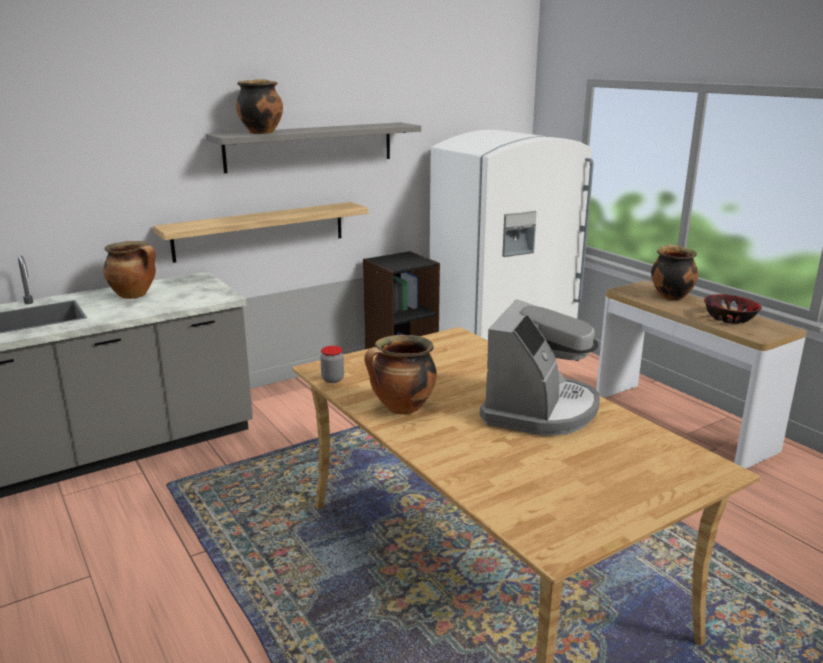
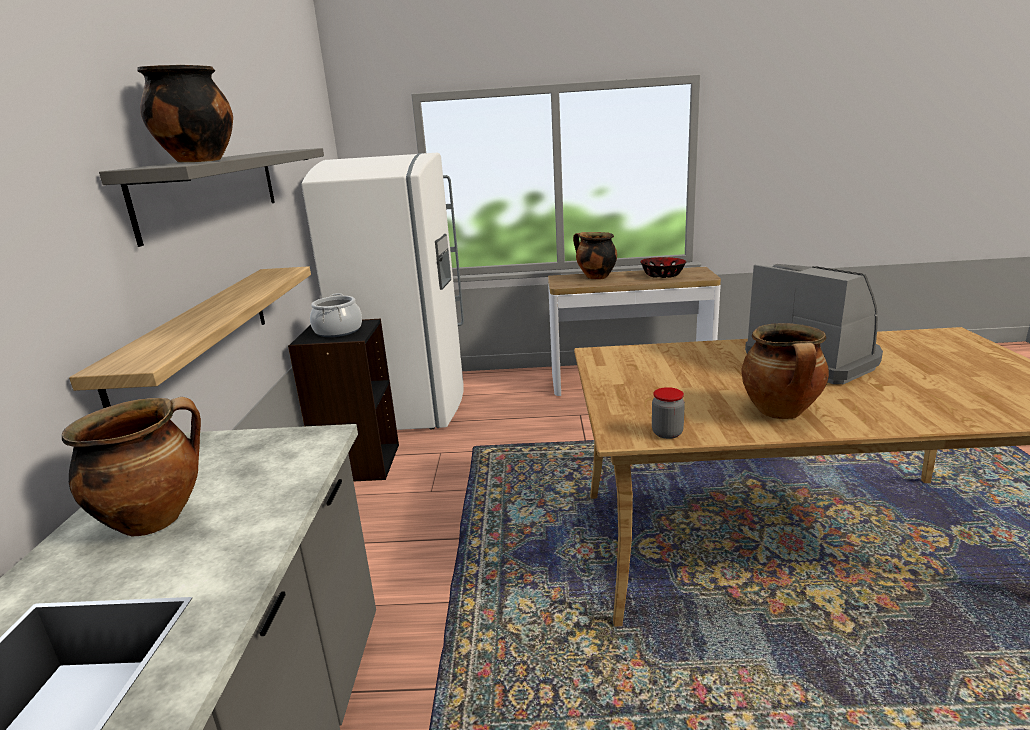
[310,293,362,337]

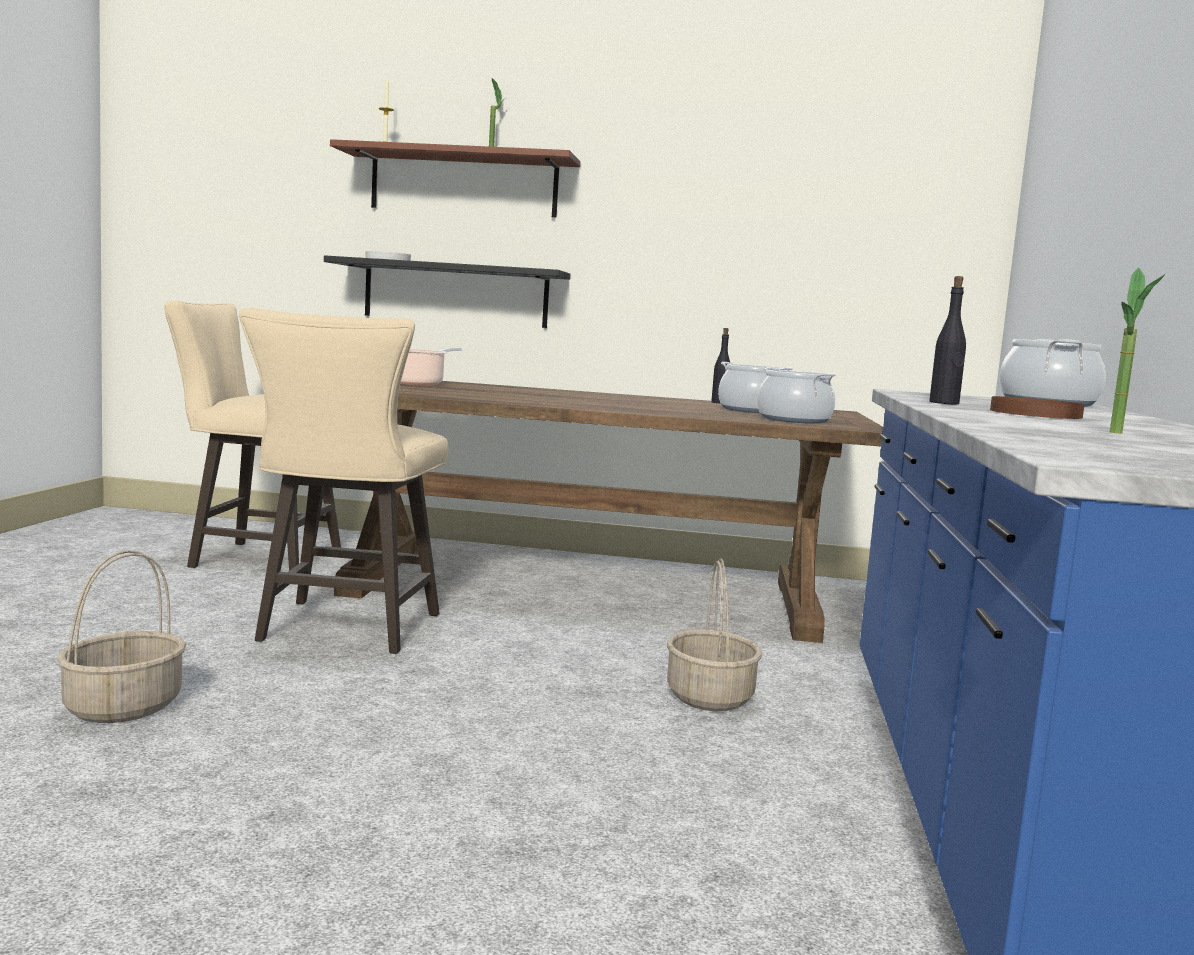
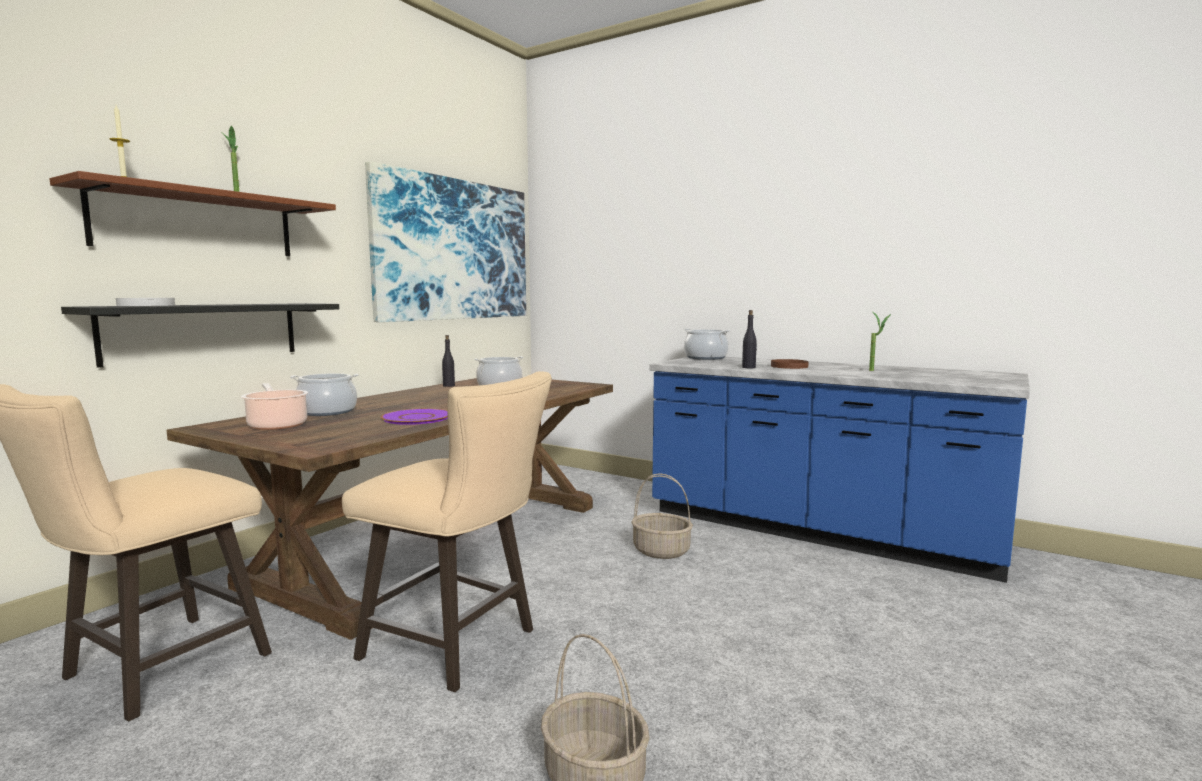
[290,373,359,416]
[365,161,526,322]
[380,409,448,425]

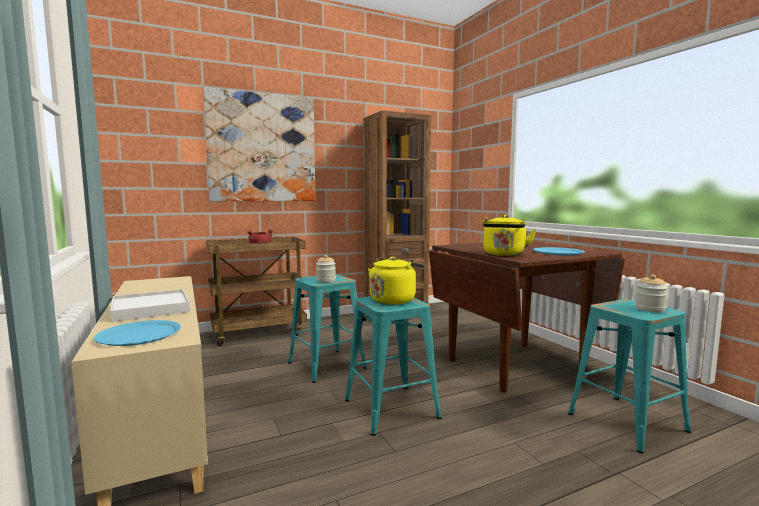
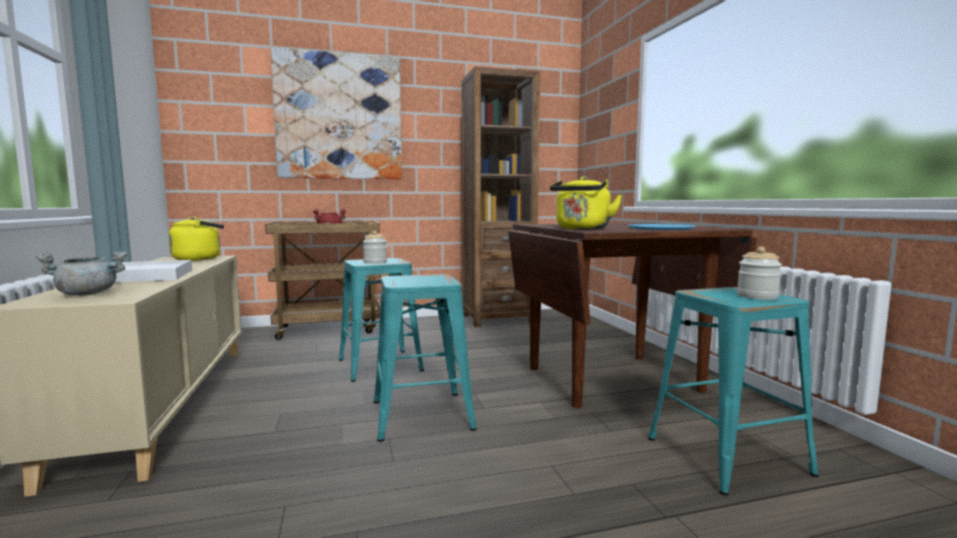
[169,217,224,261]
[35,251,128,296]

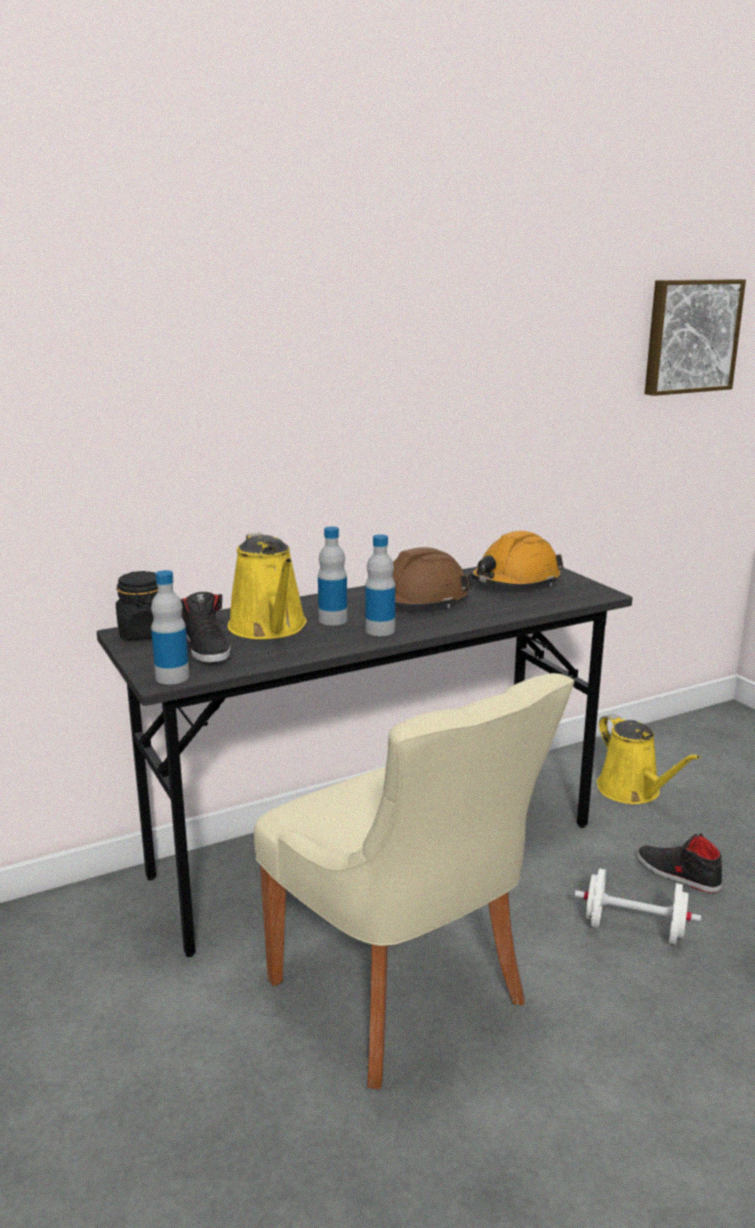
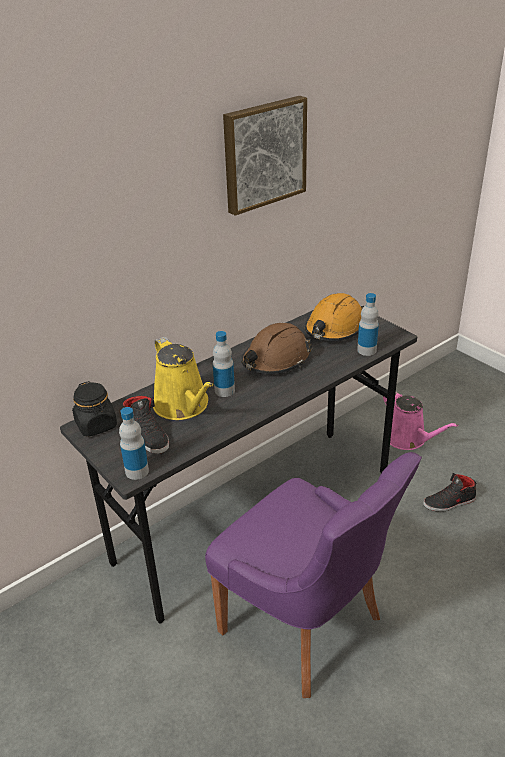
[223,96,307,216]
[357,293,379,356]
[205,452,422,698]
[383,391,459,450]
[423,473,476,512]
[575,868,701,945] (first image)

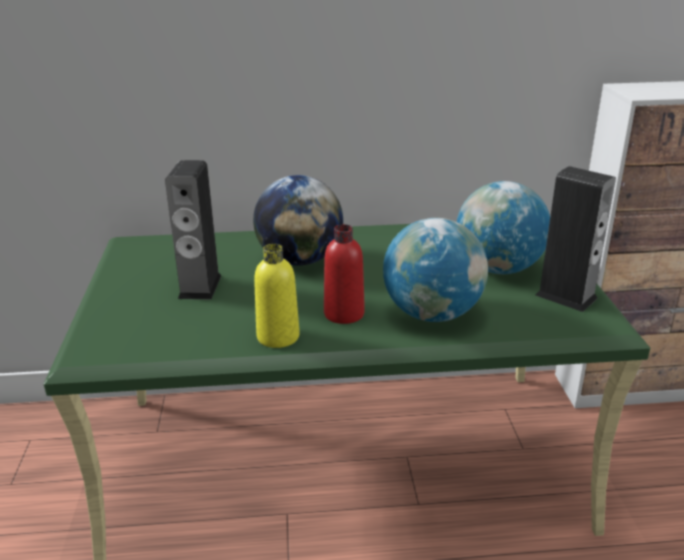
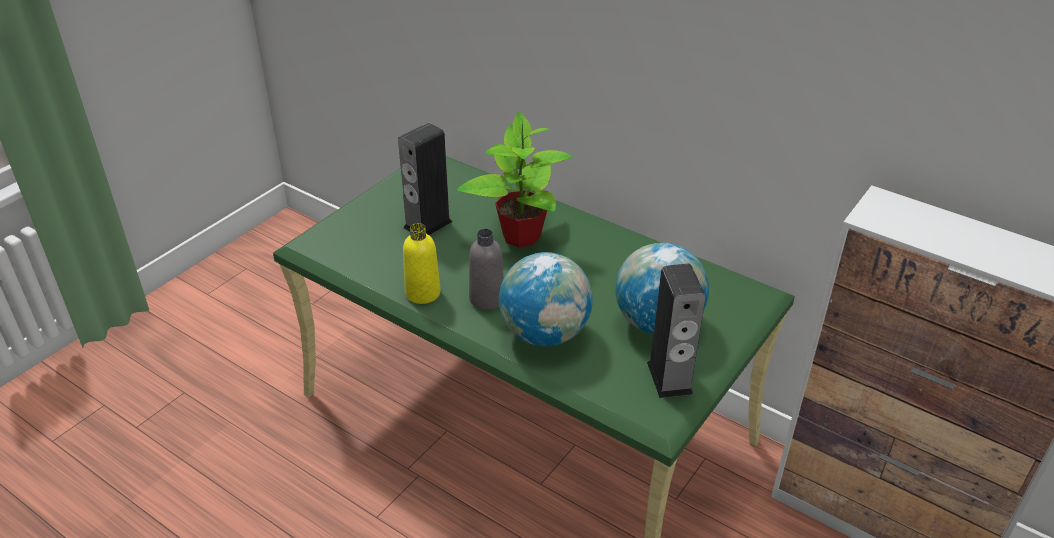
[456,112,574,247]
[469,229,504,310]

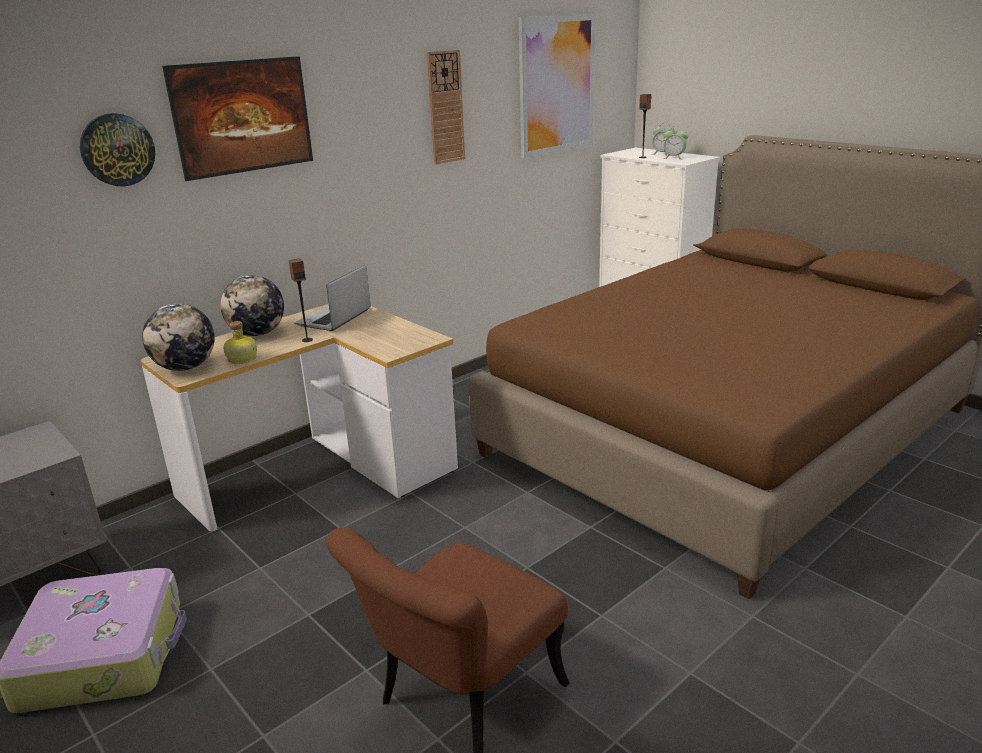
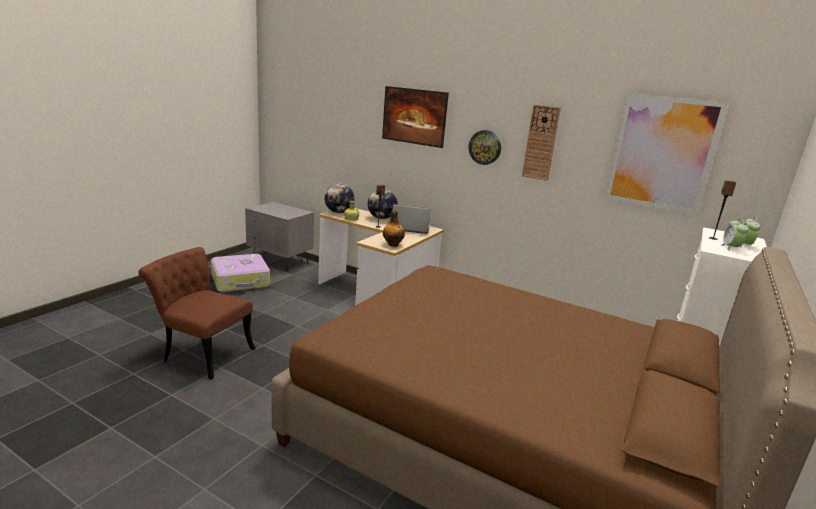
[469,130,501,165]
[383,210,405,247]

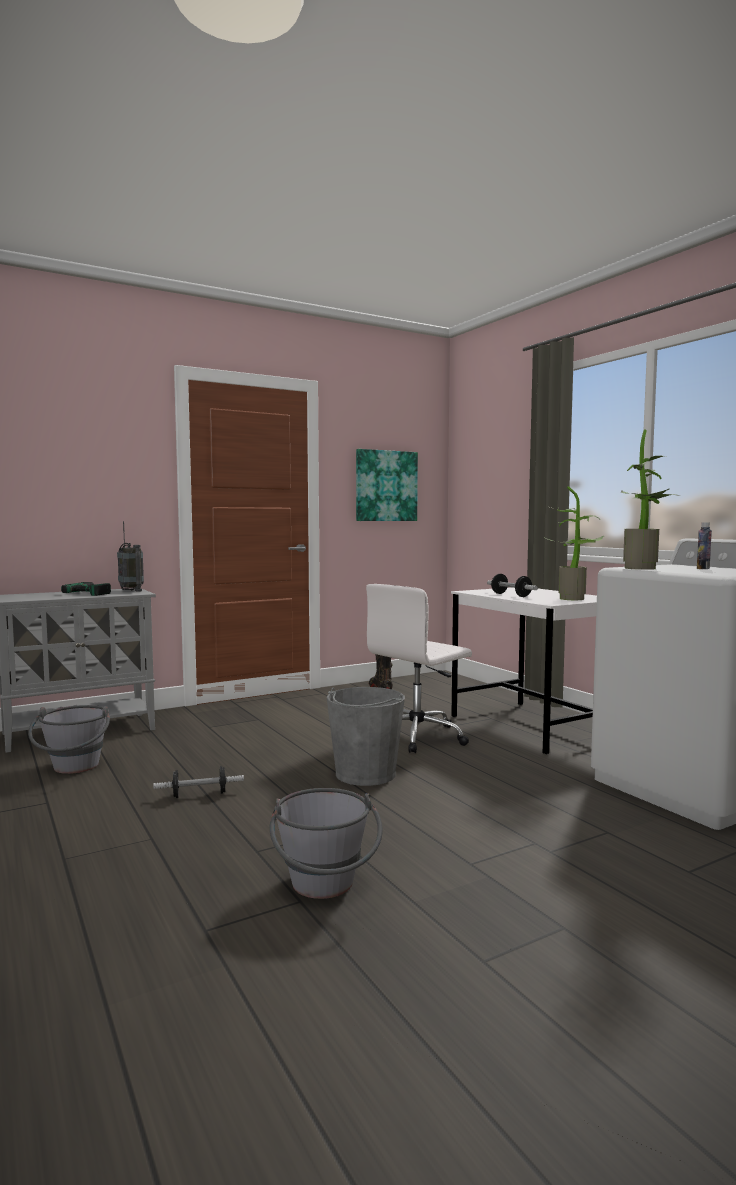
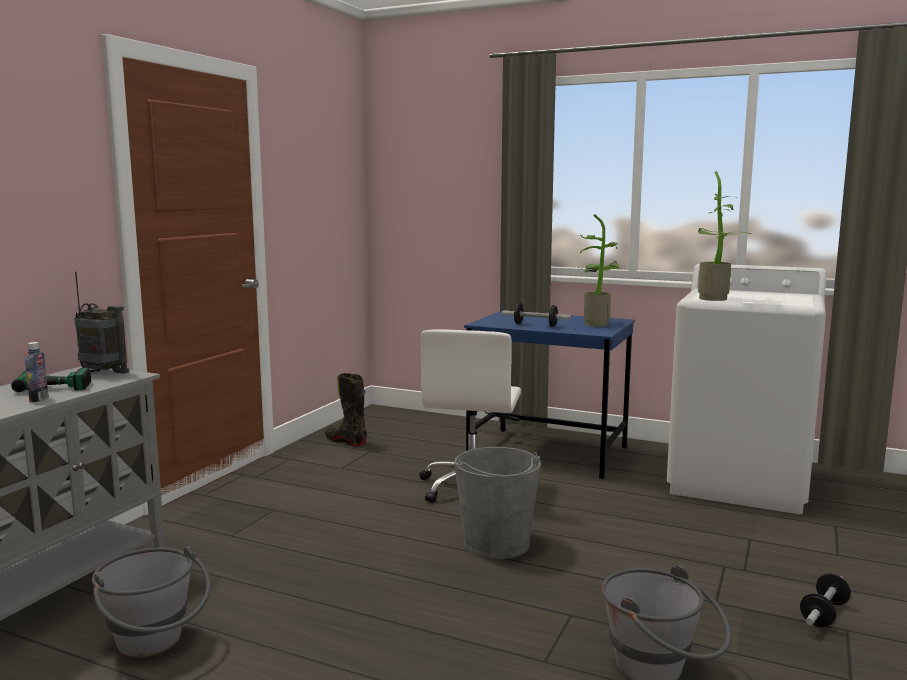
[356,449,418,521] (first image)
[25,342,49,402]
[464,311,635,479]
[800,573,851,627]

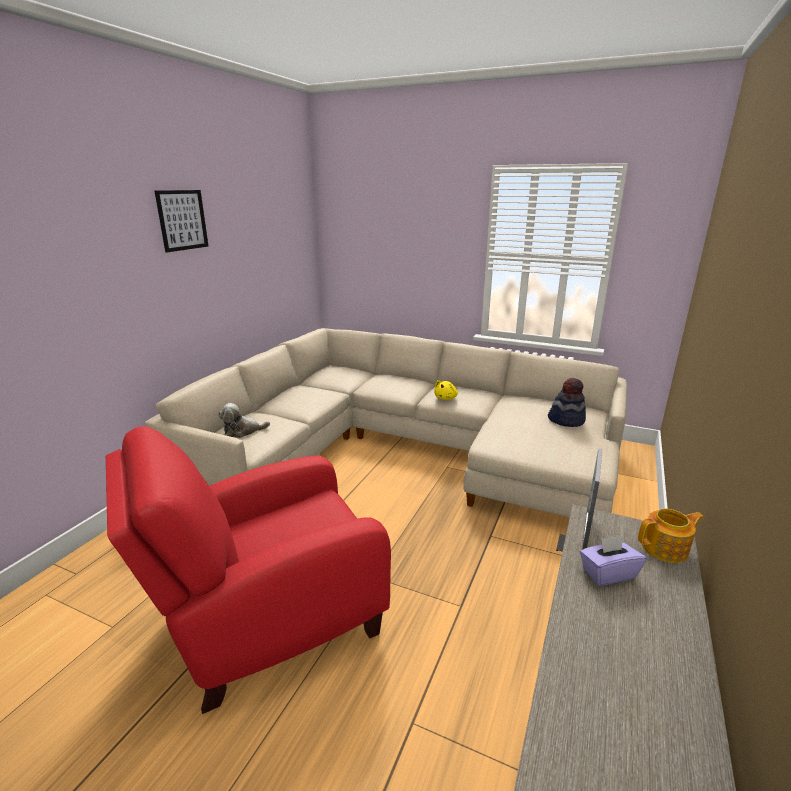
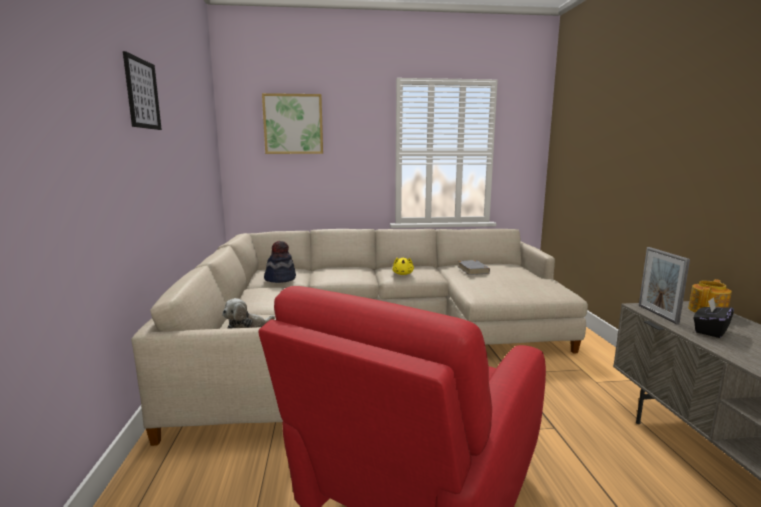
[264,241,296,283]
[694,297,734,338]
[262,93,323,154]
[457,260,490,275]

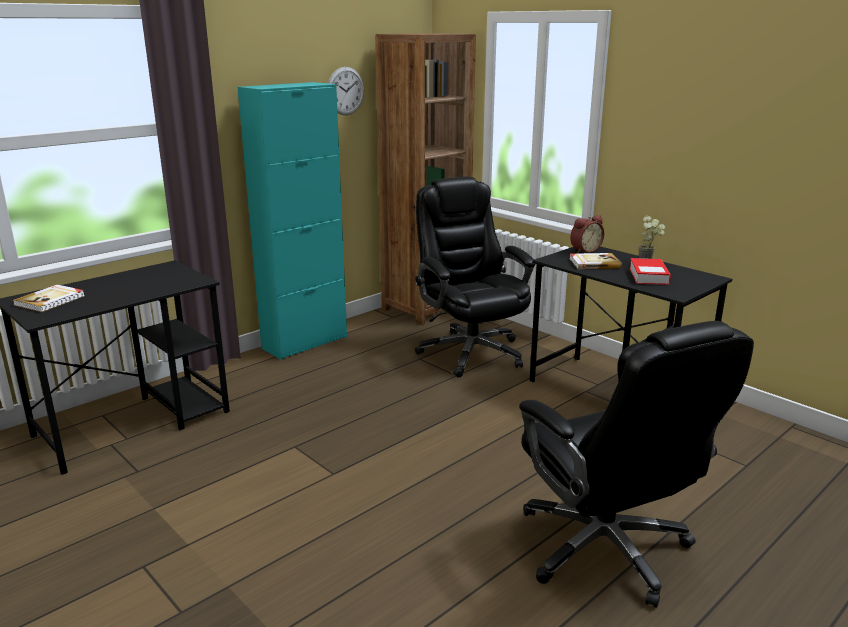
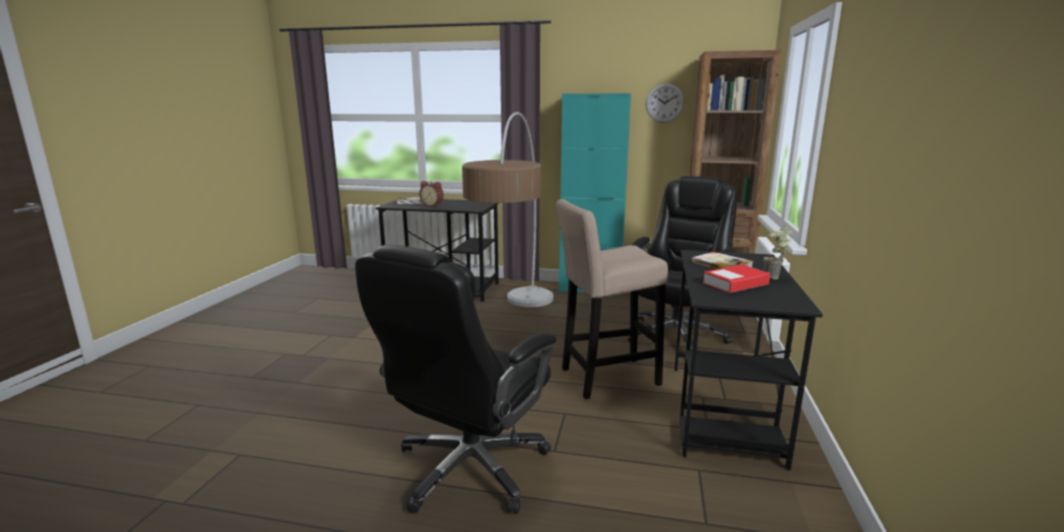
[419,181,444,207]
[462,112,554,307]
[556,199,668,399]

